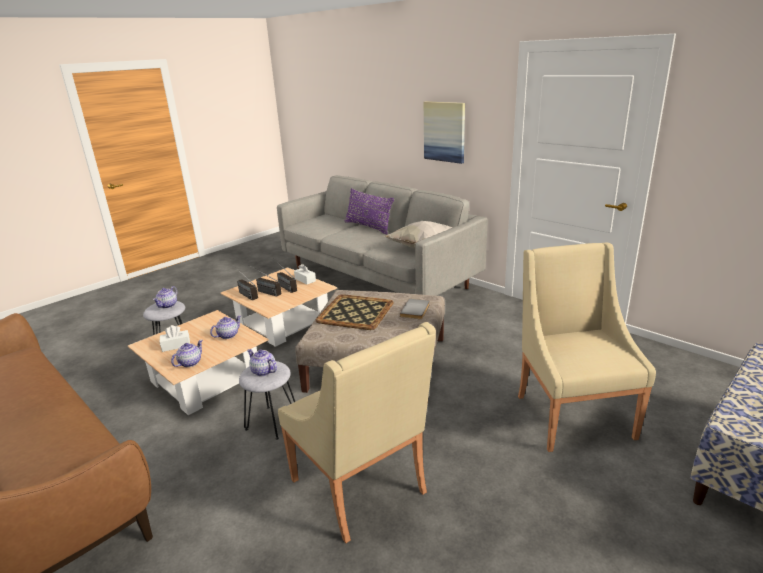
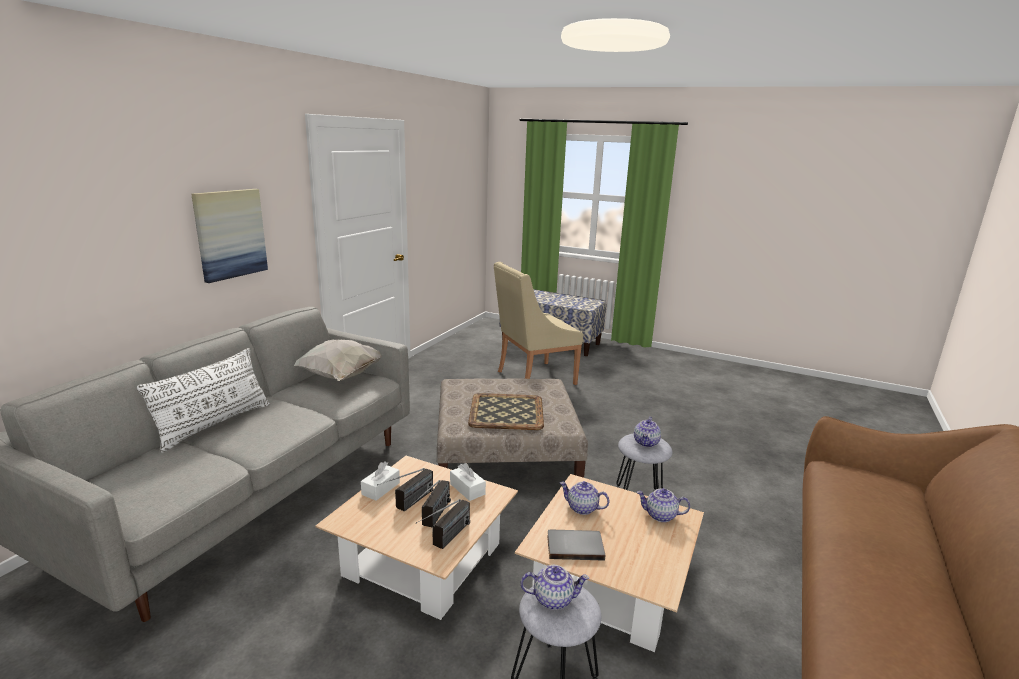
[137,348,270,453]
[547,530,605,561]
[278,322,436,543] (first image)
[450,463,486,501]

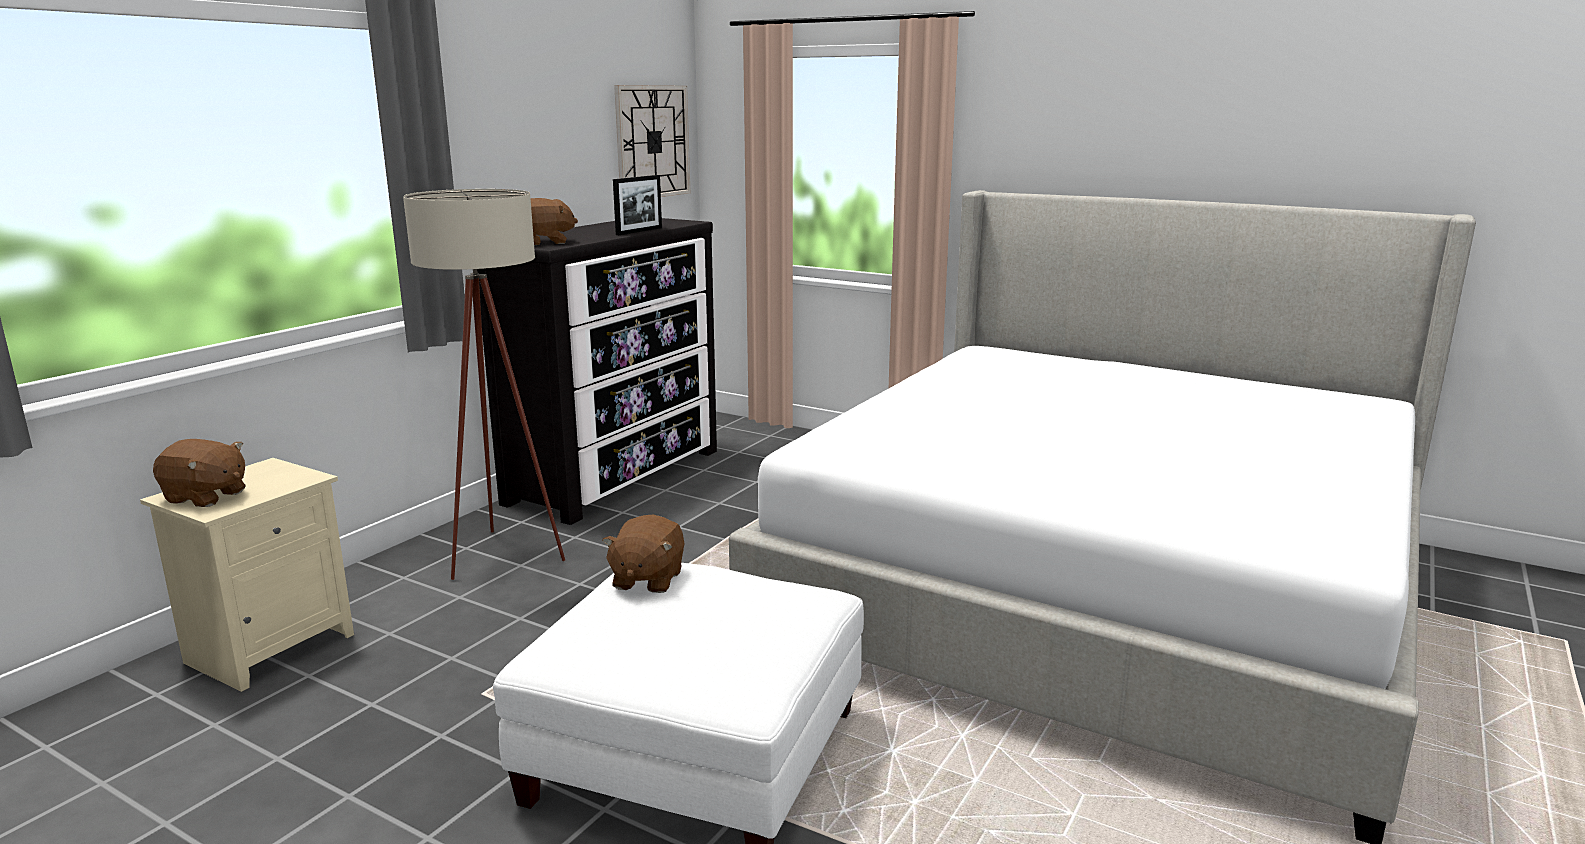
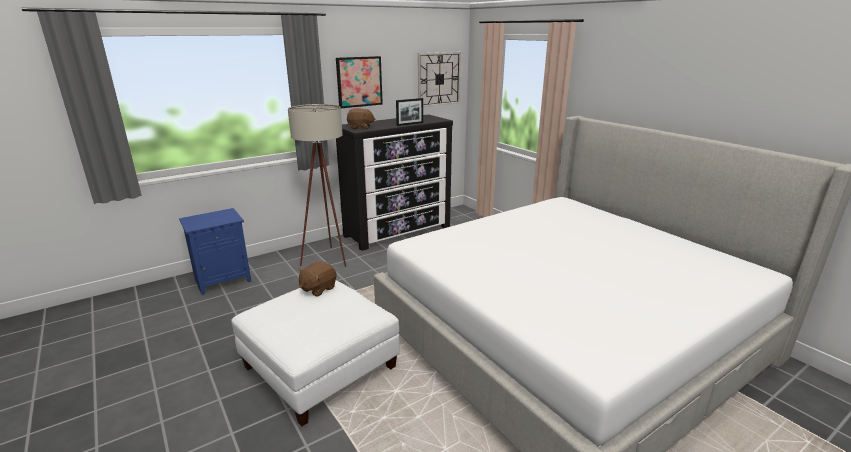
[153,439,246,507] (first image)
[179,208,251,295]
[336,56,383,108]

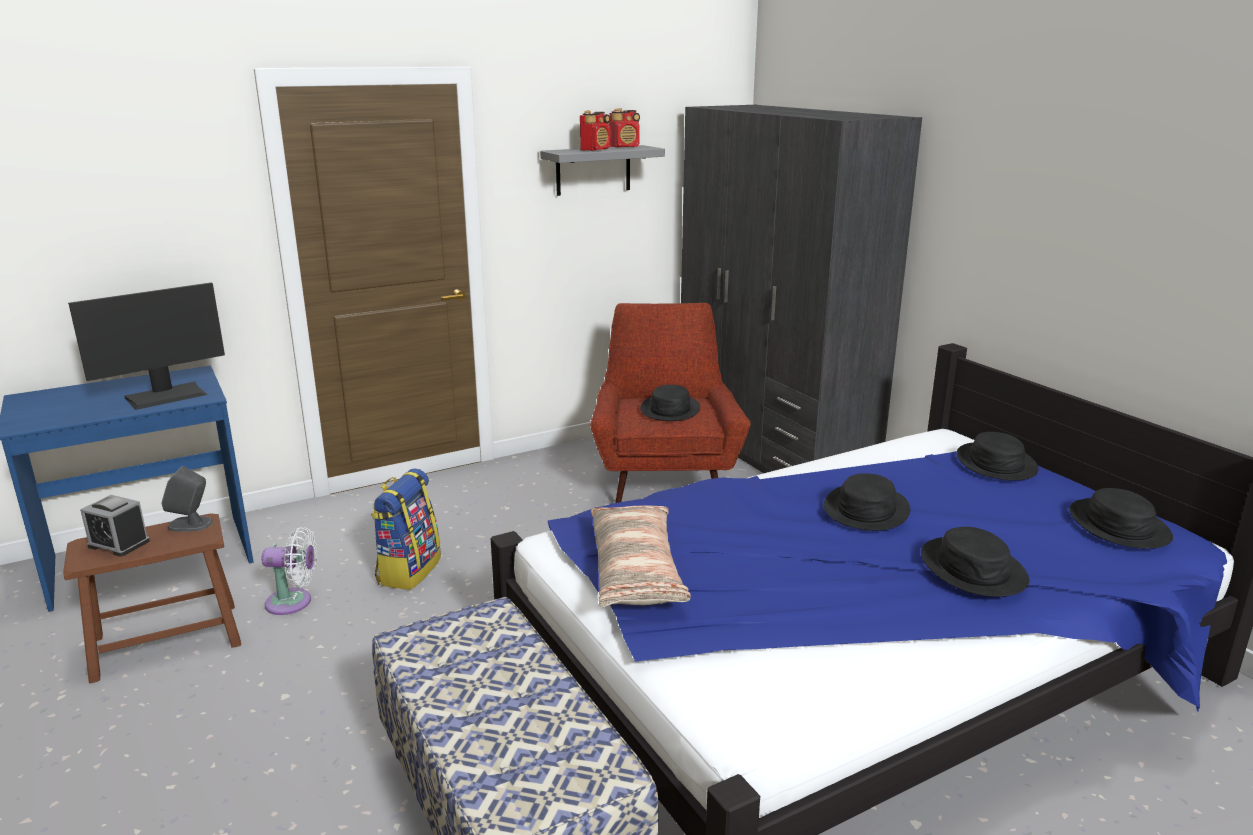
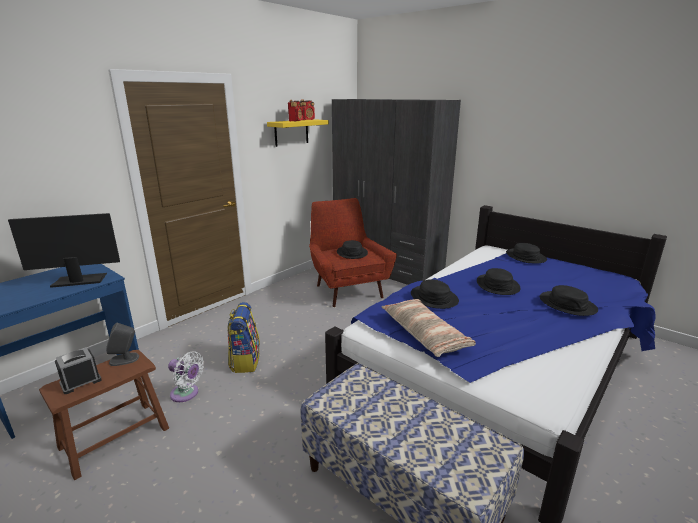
[267,119,329,147]
[8,213,120,288]
[411,279,459,309]
[55,347,102,394]
[168,351,204,402]

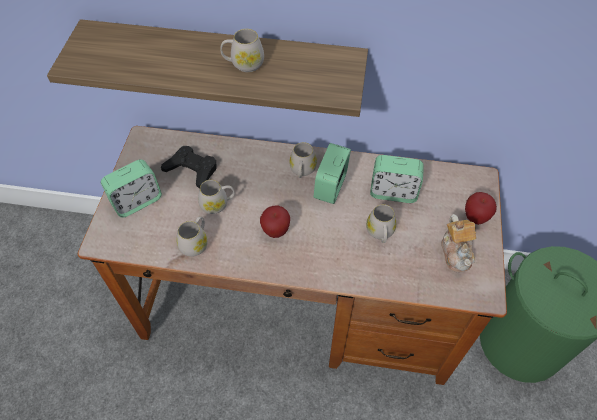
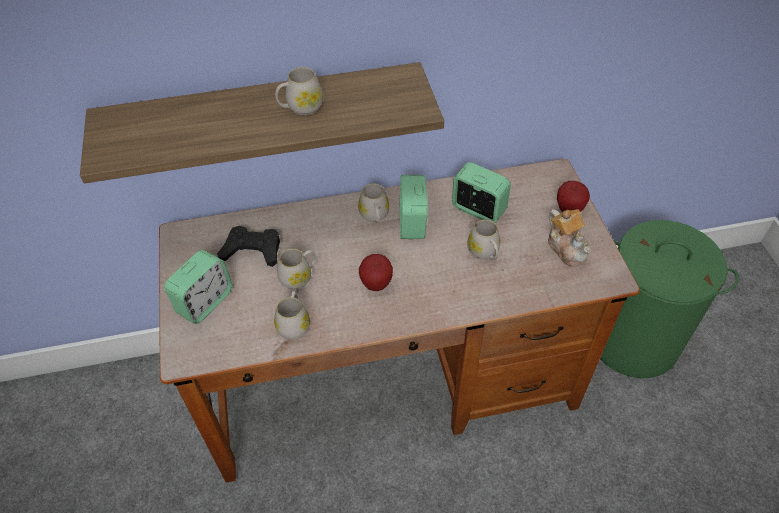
[452,162,511,223]

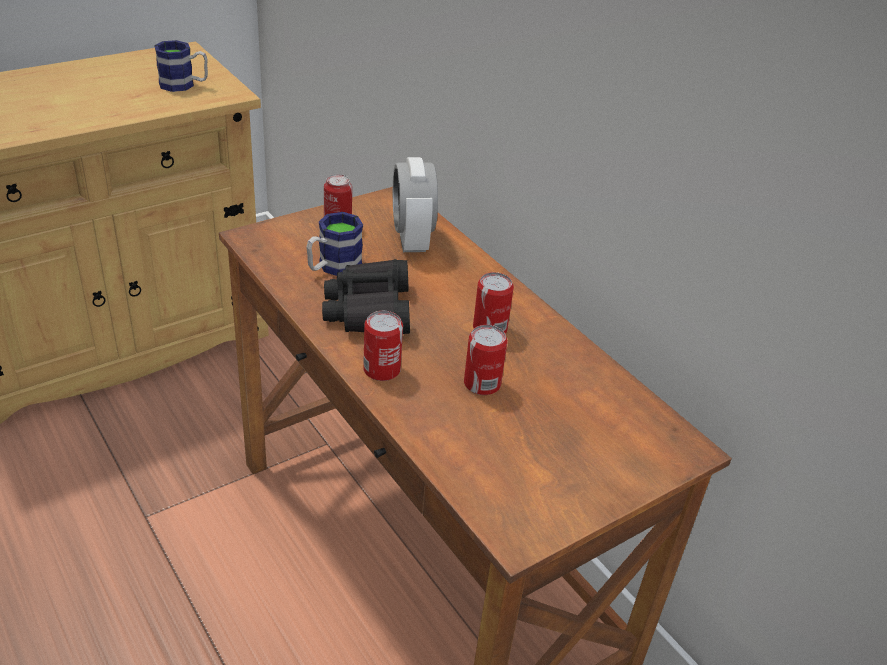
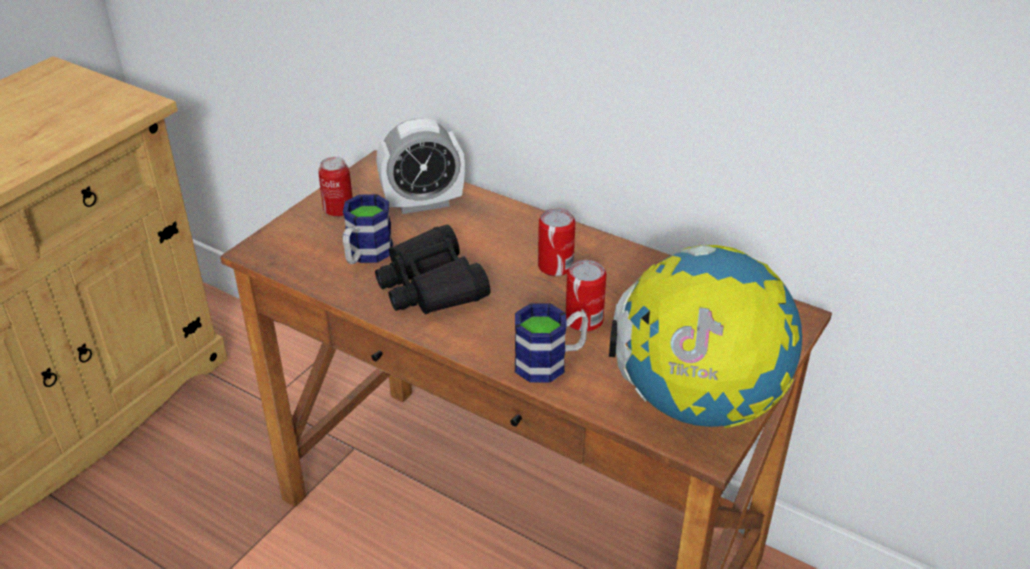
[515,304,588,383]
[376,118,465,214]
[363,311,403,381] (first image)
[609,245,802,428]

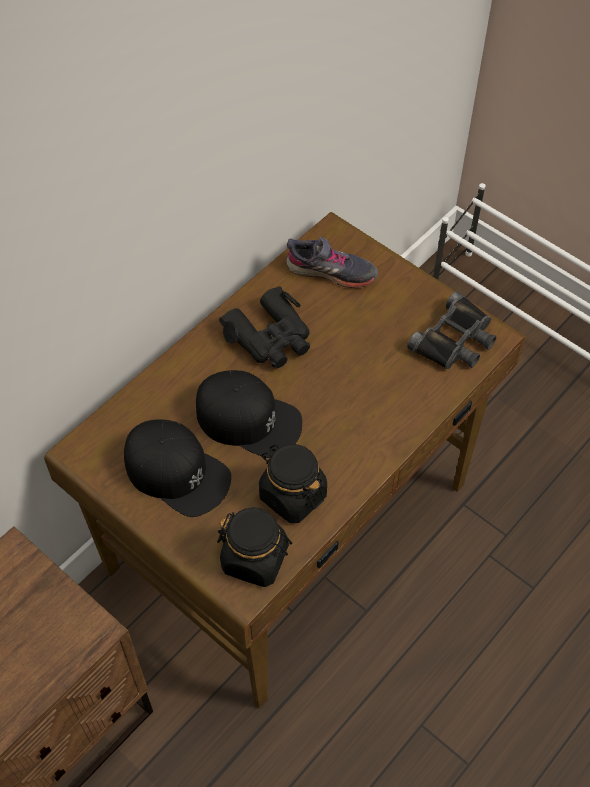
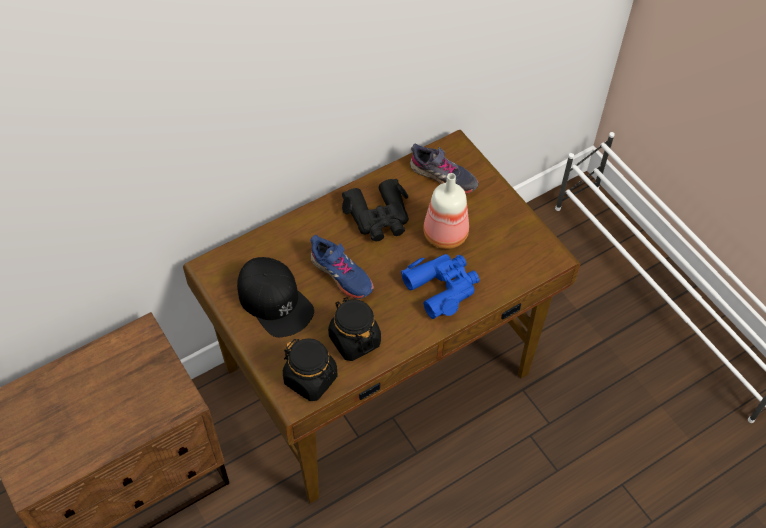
[407,291,496,369] (first image)
[310,235,374,299]
[423,173,469,249]
[401,254,480,319]

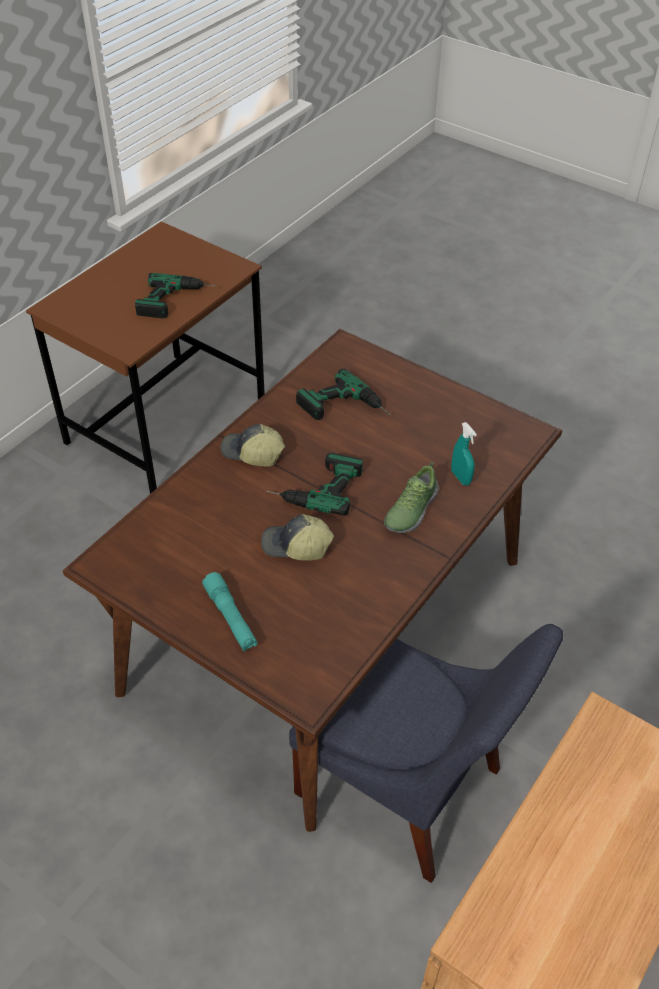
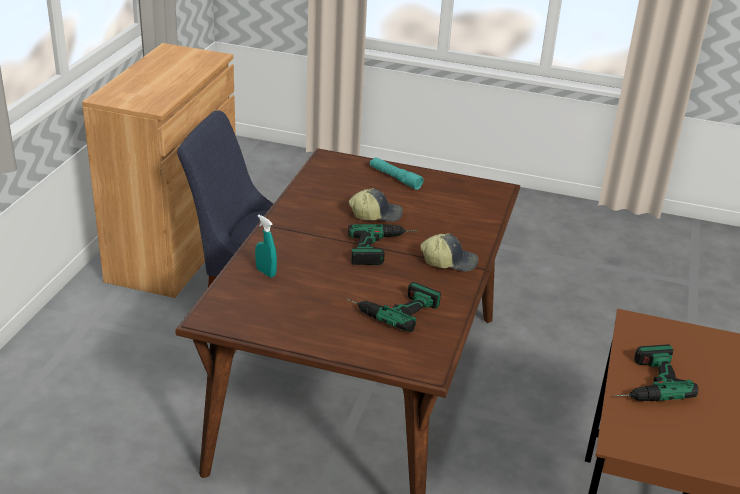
[384,462,439,533] (first image)

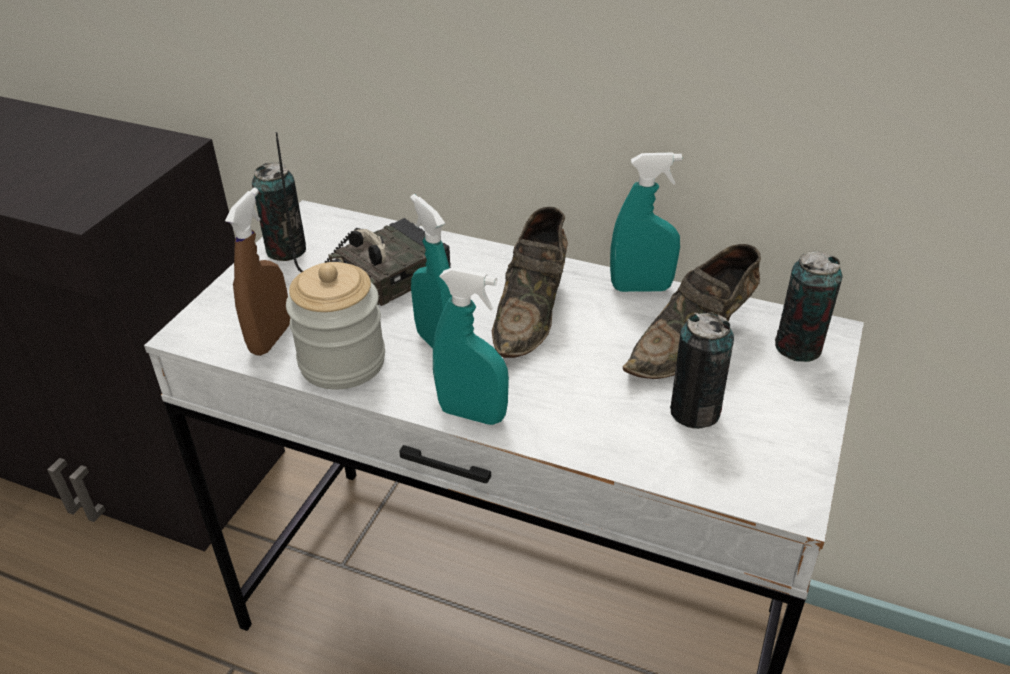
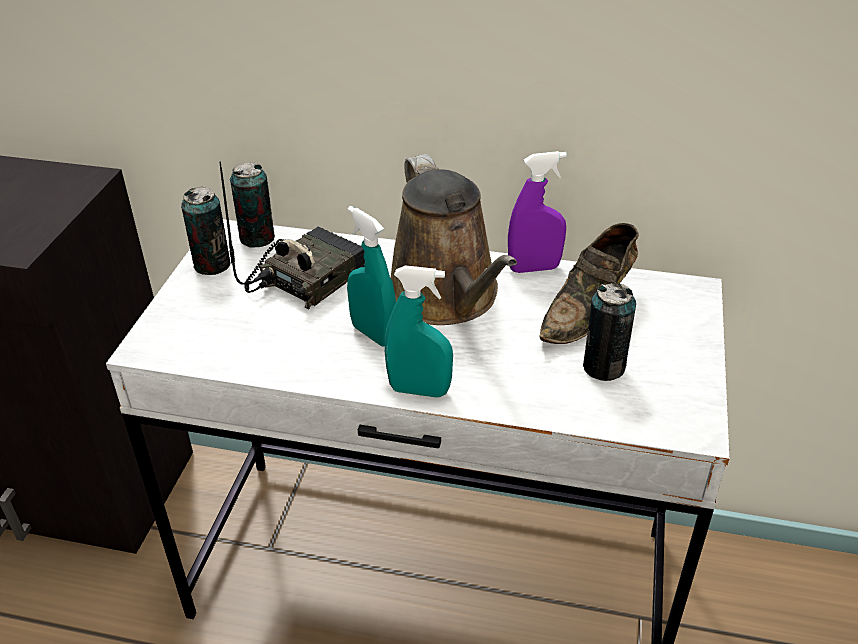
[508,151,567,273]
[225,188,290,356] (first image)
[390,154,517,325]
[229,162,275,248]
[286,262,385,389] (first image)

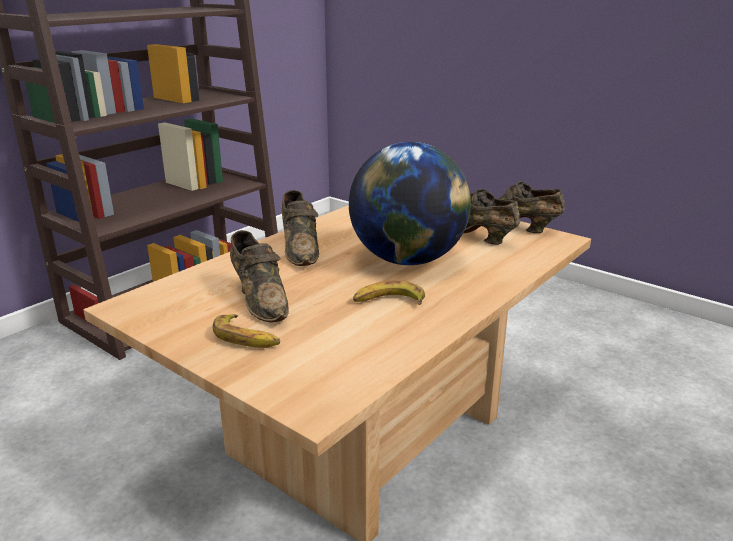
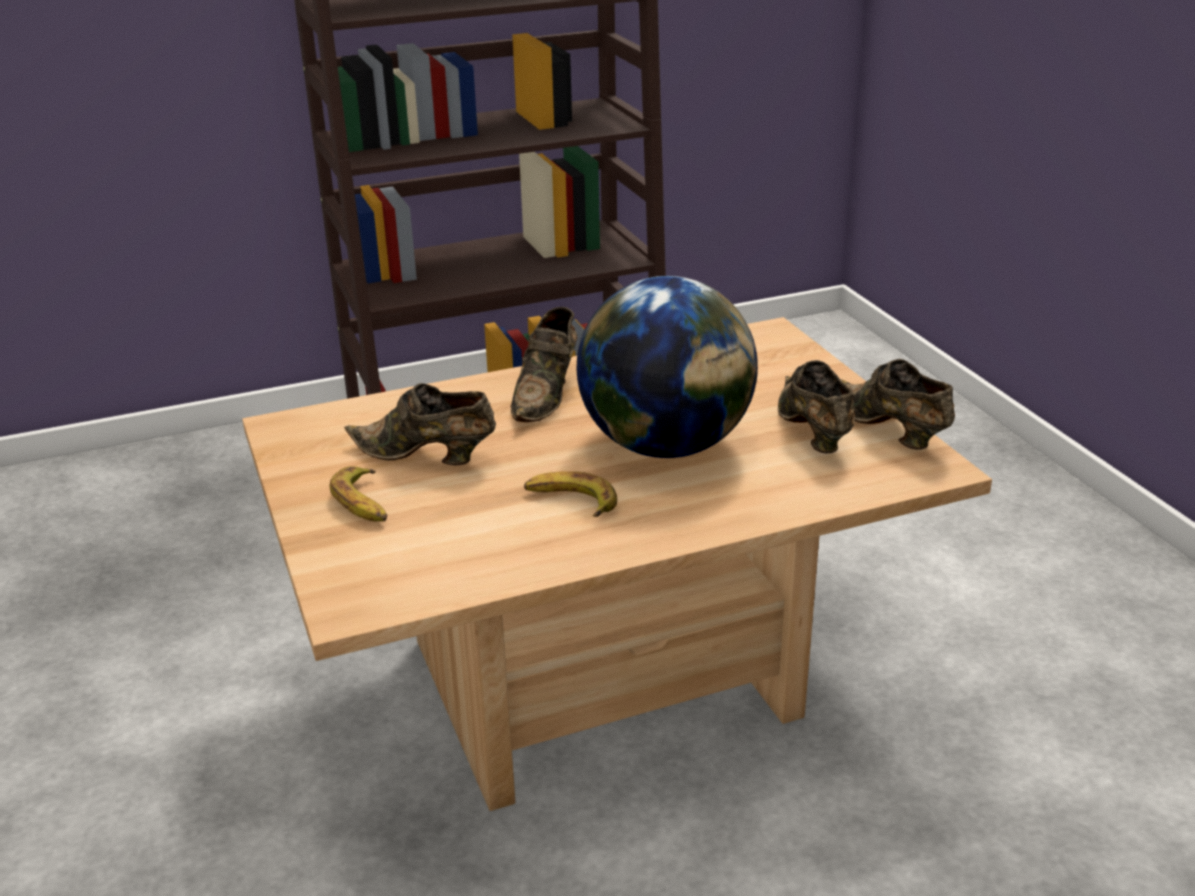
[344,383,496,465]

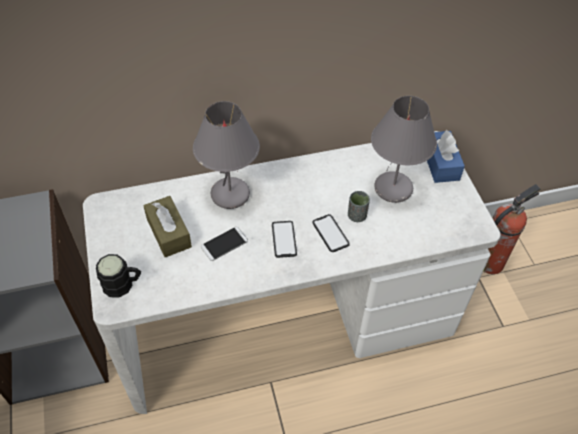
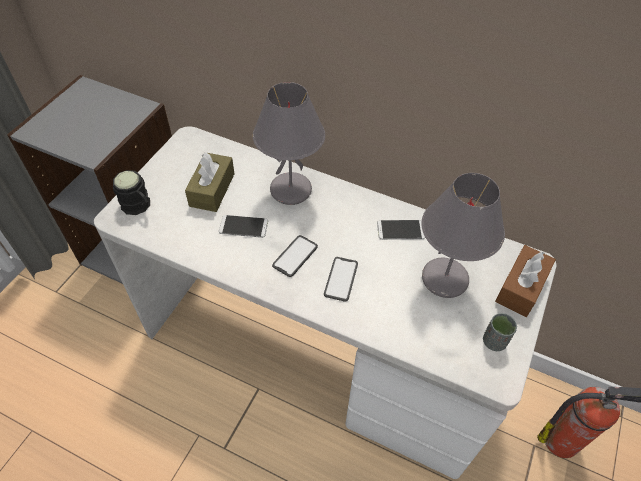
[495,245,556,317]
[483,313,517,351]
[377,220,425,240]

